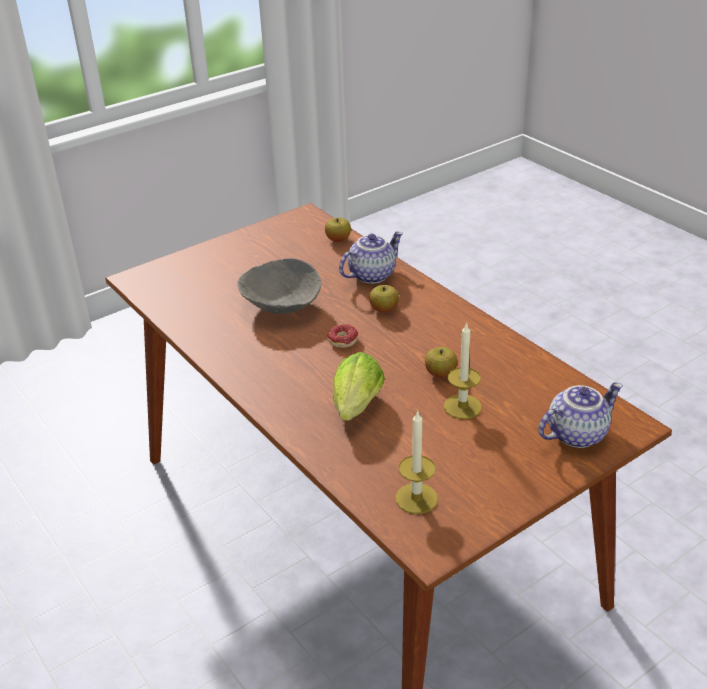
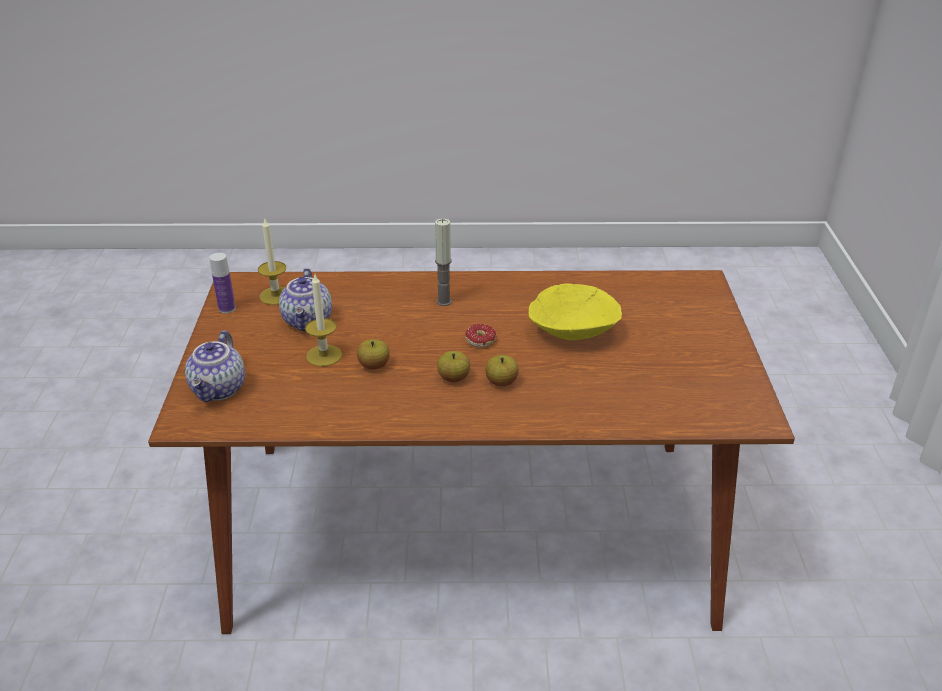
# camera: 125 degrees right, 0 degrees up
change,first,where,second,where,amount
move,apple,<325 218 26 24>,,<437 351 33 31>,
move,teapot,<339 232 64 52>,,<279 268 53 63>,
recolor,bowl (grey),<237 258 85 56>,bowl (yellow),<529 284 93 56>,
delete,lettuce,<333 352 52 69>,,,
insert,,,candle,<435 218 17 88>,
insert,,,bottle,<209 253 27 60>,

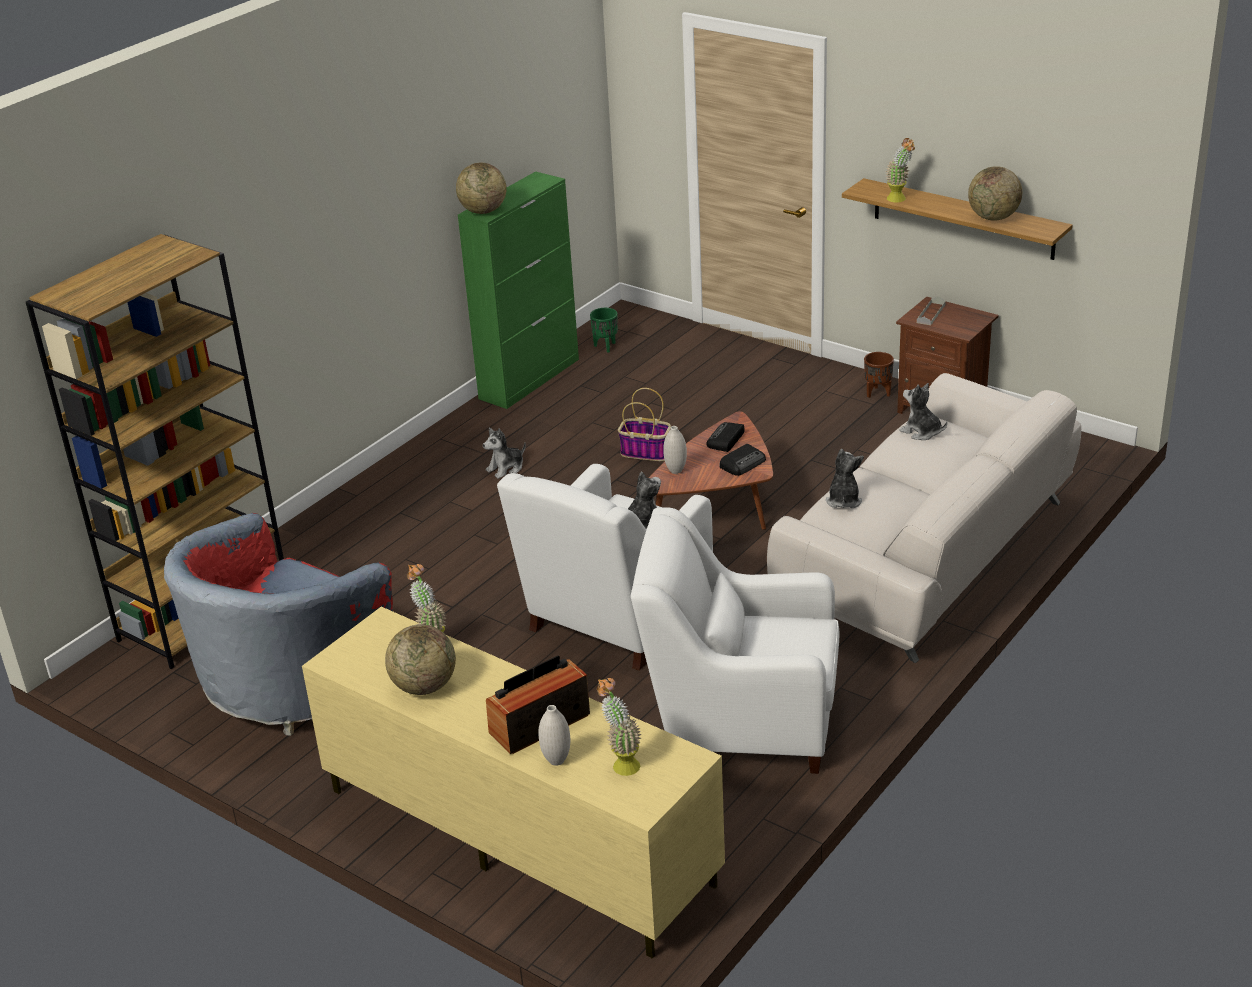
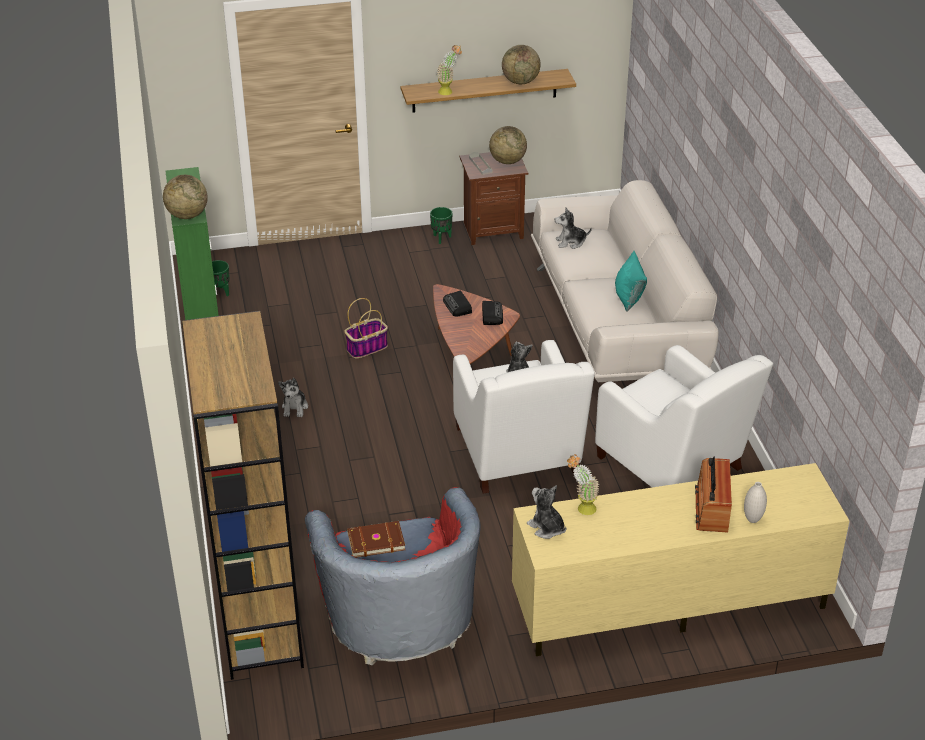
# camera: 50 degrees left, 5 degrees up
change,first,where,second,where,amount
recolor,planter (brown),<864 352 30 46>,planter (green),<430 207 23 37>,
delete,vase (white),<663 426 24 48>,,,
move,plush toy,<826 449 38 59>,,<527 485 39 54>,
rotate,armchair (white),<631 507 208 267>,,<595 345 178 142>,90 degrees counterclockwise
move,globe,<385 624 71 71>,,<489 126 38 38>,
delete,potted plant,<597 678 45 98>,,,
insert,,,pillow (turquoise),<615 251 32 61>,
insert,,,book (brown),<347 521 58 37>,

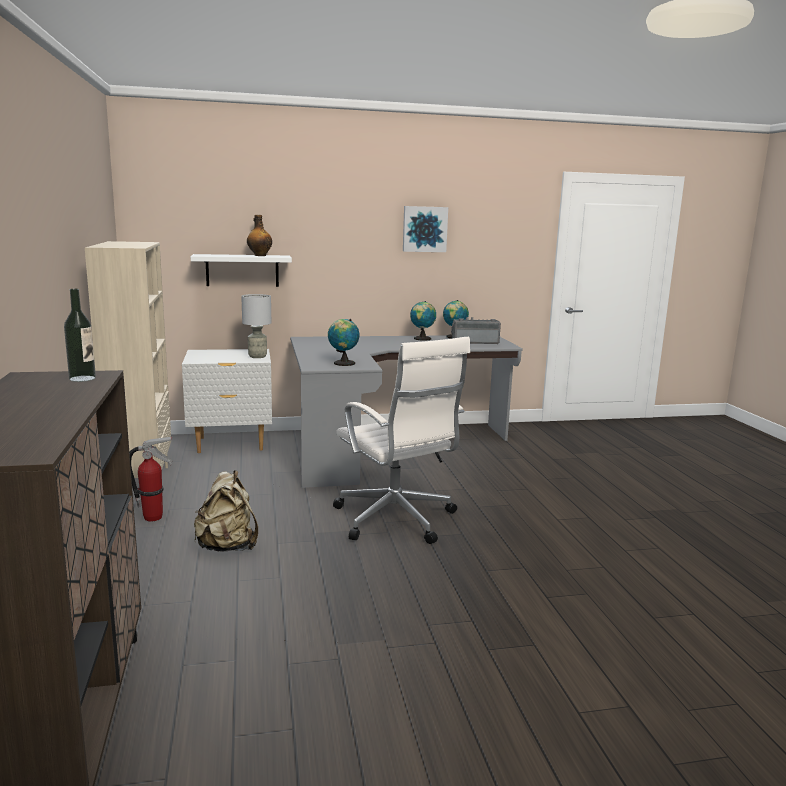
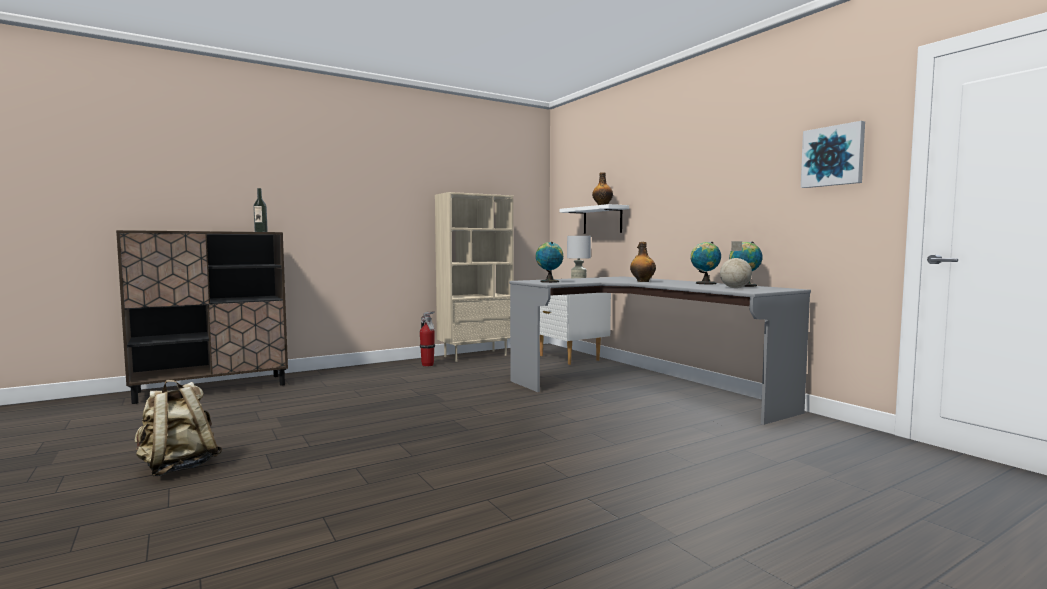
# camera: 70 degrees right, 10 degrees down
change,first,where,second,where,amount
move,picture,<403 206 45 46>,,<801 121 64 67>,
replace,radio,<451 317 50 27>,globe,<720 241 32 47>,
delete,office chair (white),<333 337 137 207>,,,
move,backpack (beige),<194 470 64 81>,,<135 380 87 97>,
insert,,,bottle,<630 242 26 40>,

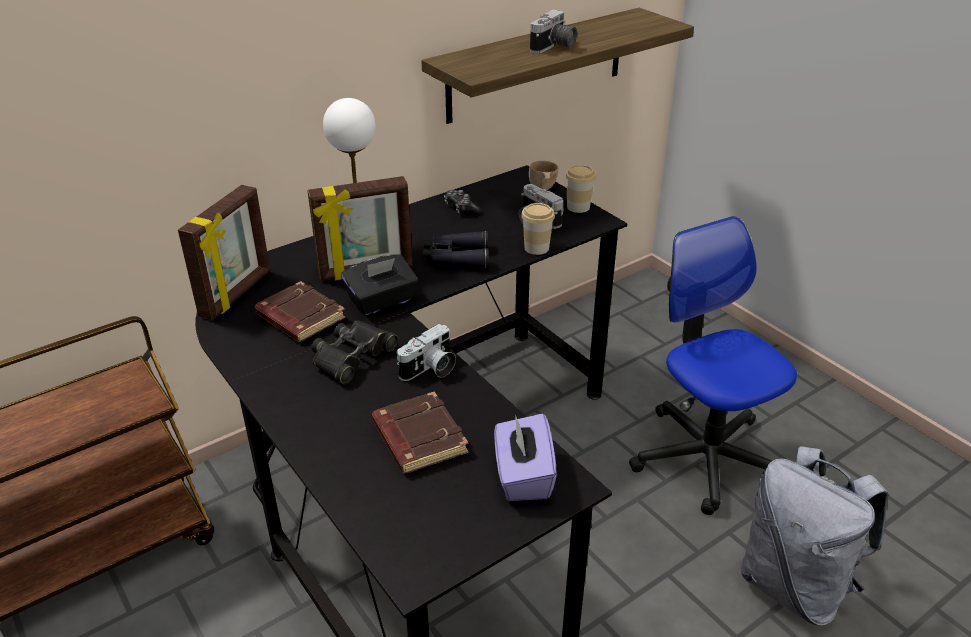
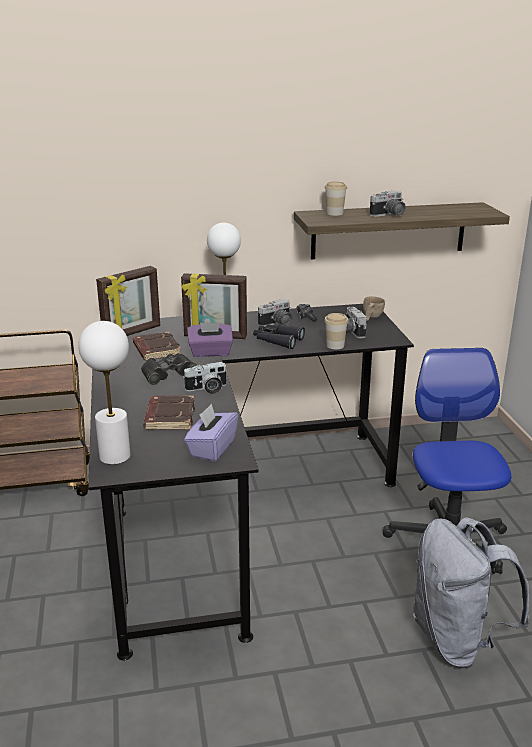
# camera: 25 degrees right, 10 degrees down
change,first,where,second,where,amount
move,cup,<565 165 31 48>,,<325 182 22 34>,
recolor,tissue box (black),<341 255 77 60>,tissue box (purple),<187 323 46 34>,
insert,,,photo camera,<258 299 35 27>,
insert,,,table lamp (white),<78 321 52 143>,

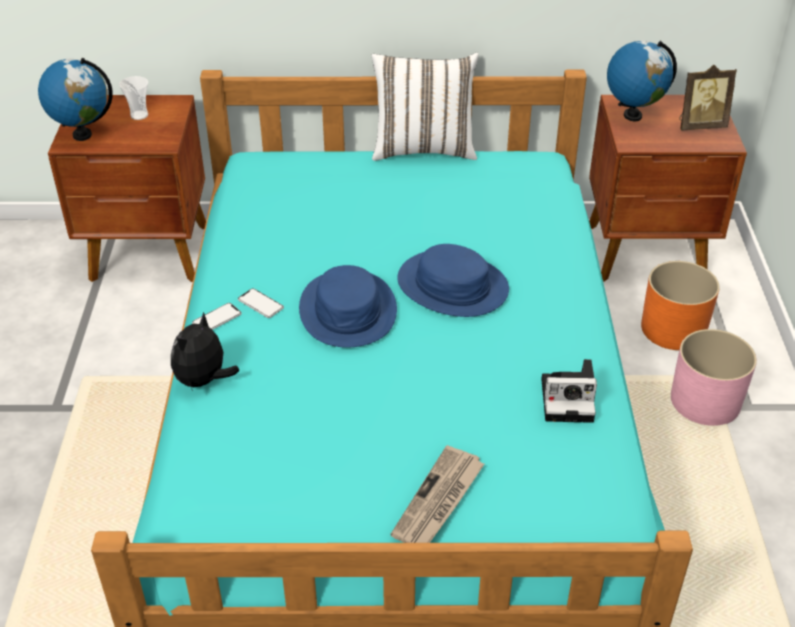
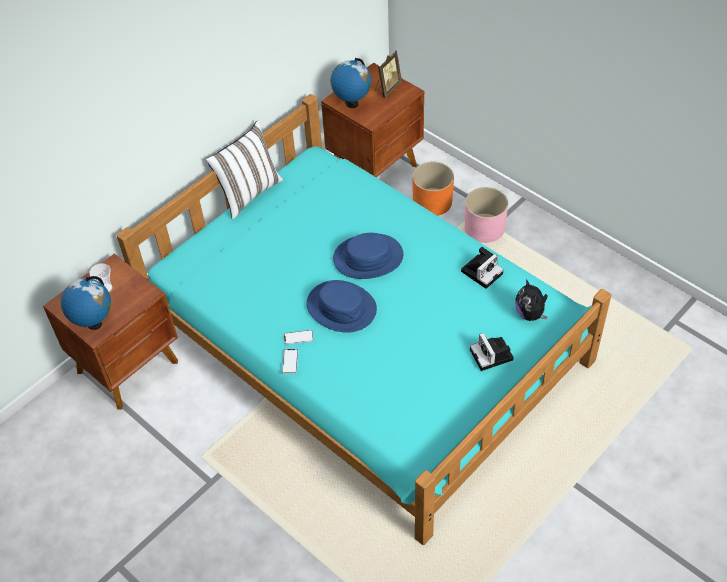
# camera: 45 degrees left, 10 degrees up
change,first,where,second,where,amount
move,plush toy,<171 312 68 79>,,<515 279 33 42>,
replace,newspaper,<391 445 93 98>,photo camera,<470 333 44 38>,

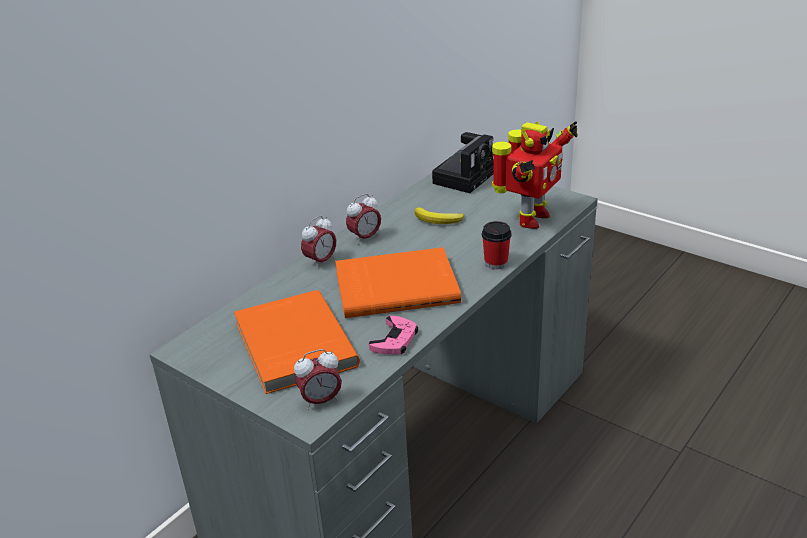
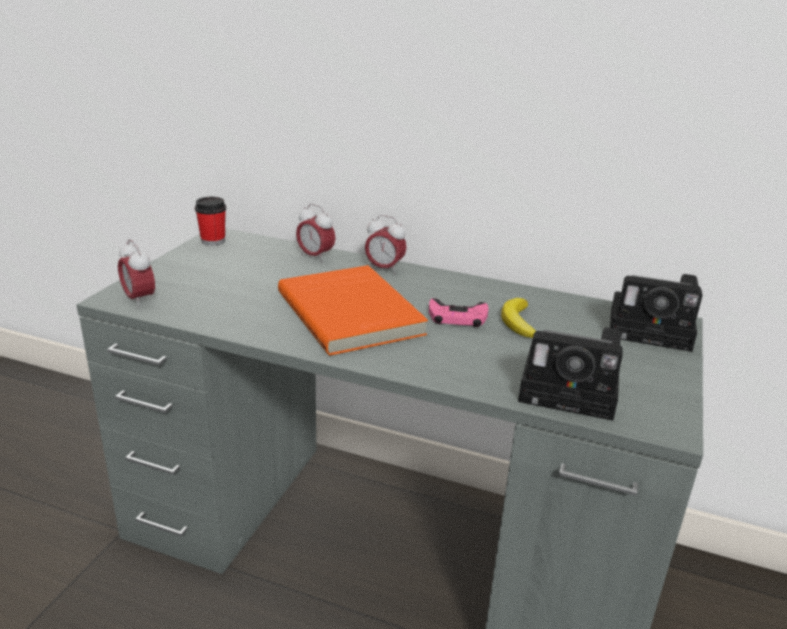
# camera: 70 degrees right, 5 degrees down
change,first,where,second,where,amount
replace,toy robot,<492 121 85 108>,photo camera,<518 327 105 94>,
move,alarm clock,<346 194 35 51>,,<296 204 40 59>,
move,cup,<482 221 30 48>,,<195 197 31 49>,
delete,book (orange),<234 290 126 104>,,,
move,game controller (pink),<369 316 49 39>,,<429 298 59 29>,

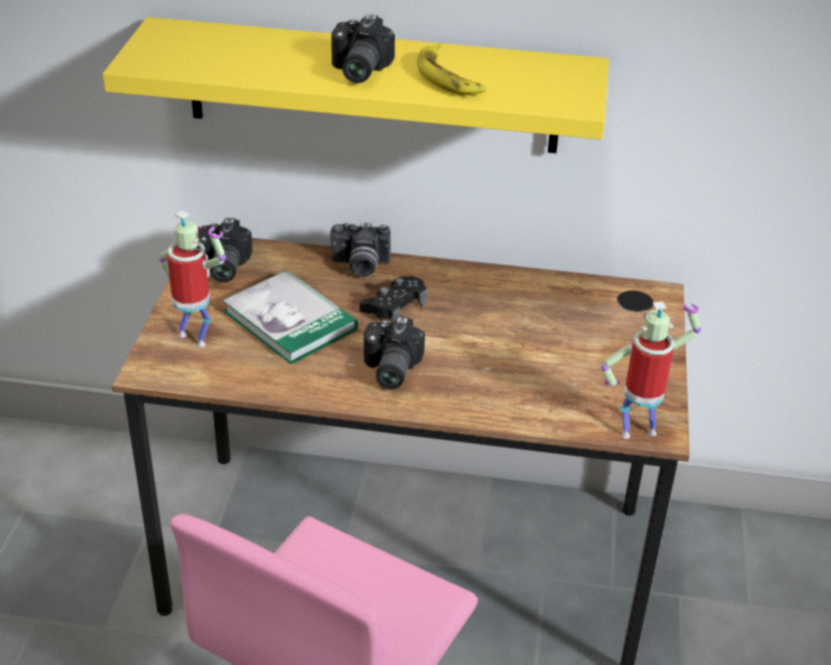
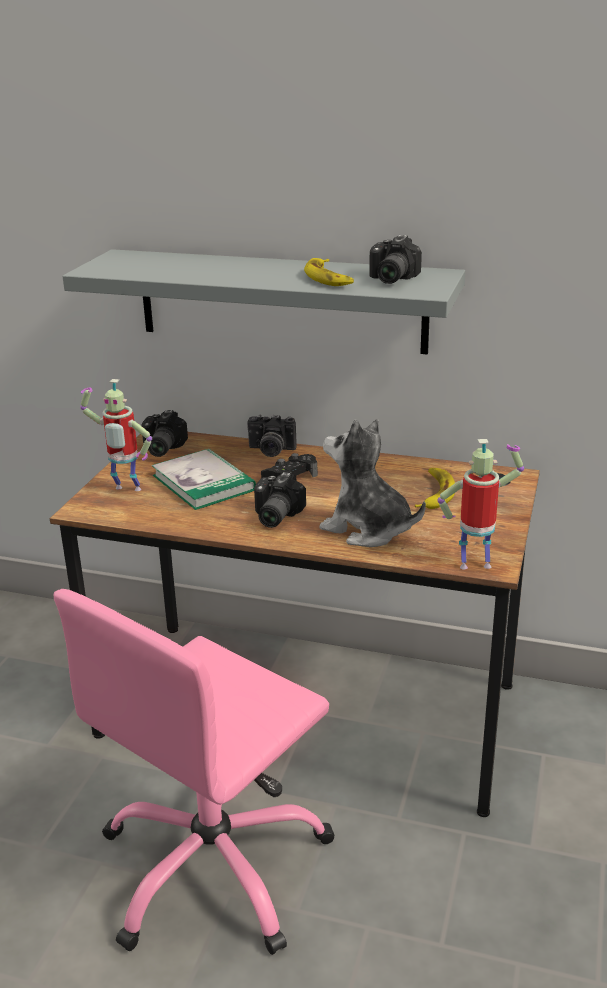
# camera: 10 degrees right, 10 degrees down
change,first,where,second,where,amount
move,photo camera,<331 14 64 69>,,<369 235 53 49>,
recolor,shelf (yellow),<103 17 506 136>,shelf (grey),<62 249 403 106>,
rotate,toy robot,<159 211 67 136>,,<80 379 72 112>,150 degrees clockwise
insert,,,plush toy,<319 419 107 128>,
insert,,,banana,<415 468 40 41>,

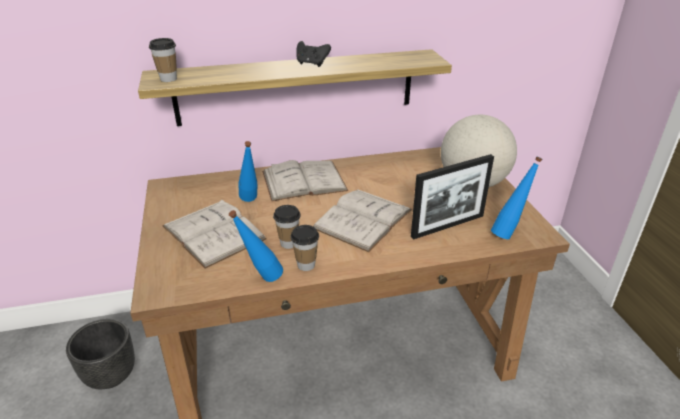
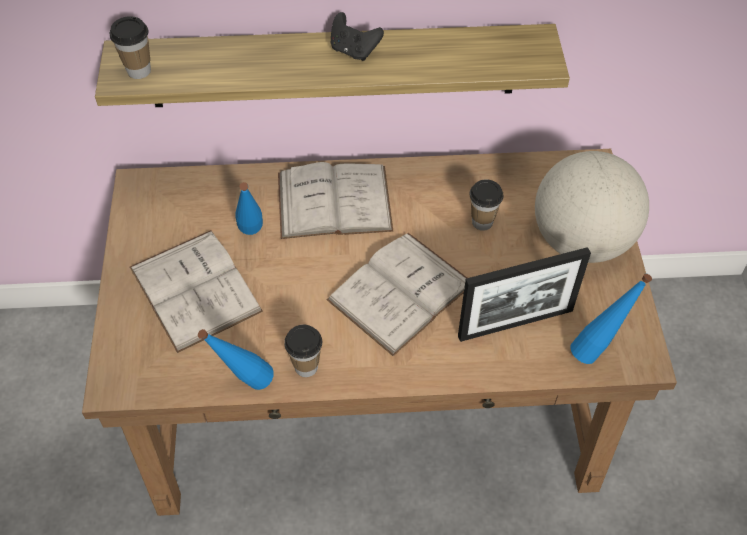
# camera: 10 degrees right, 20 degrees up
change,first,where,second,where,amount
move,cup,<273 205 28 44>,,<469 179 35 52>,
delete,planter (black),<66 319 69 70>,,,

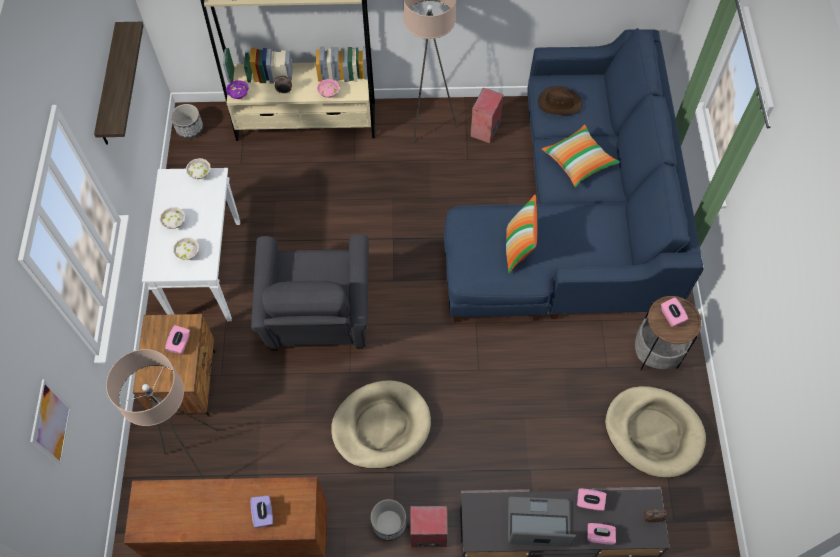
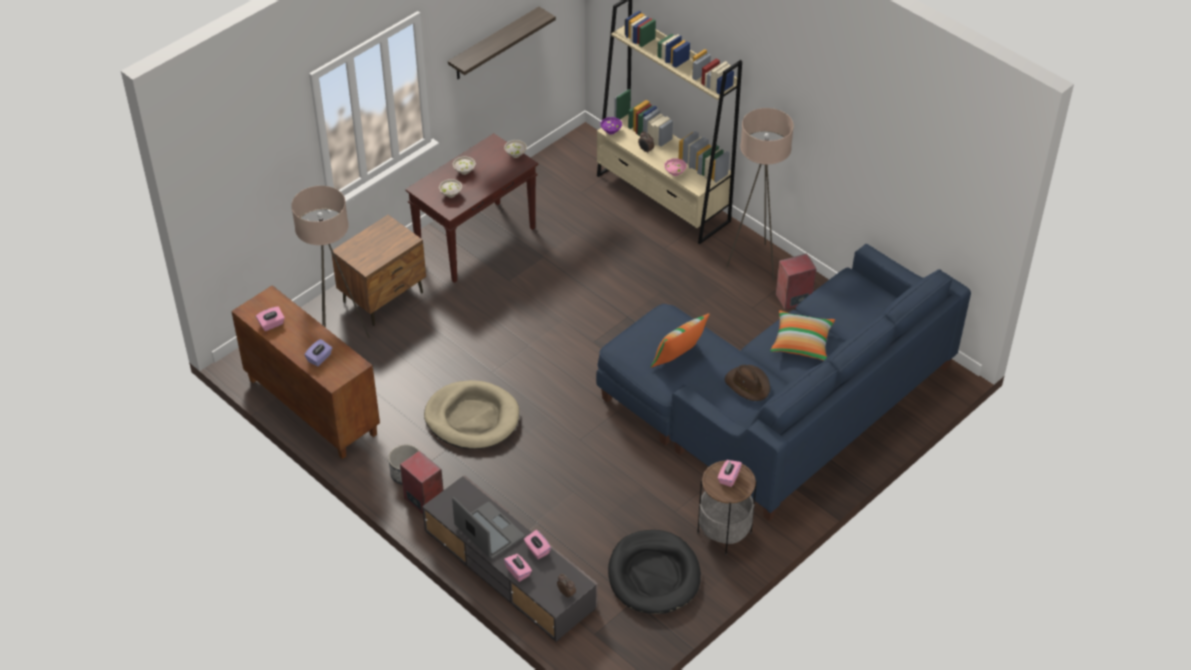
# camera: 45 degrees right, 15 degrees down
change,first,where,second,where,amount
move,hat (brown),<538 86 45 29>,,<725 365 45 36>,
delete,planter,<171 104 32 35>,,,
recolor,console table (white),<142 168 98 153>,console table (brown),<405 133 133 150>,
delete,armchair (grey),<251 234 118 117>,,,
move,tissue box (pink),<165 325 25 29>,,<256 307 29 24>,
delete,picture,<30 379 41 87>,,,
recolor,dog bed (beige),<605 386 101 92>,dog bed (black),<608 530 93 84>,

